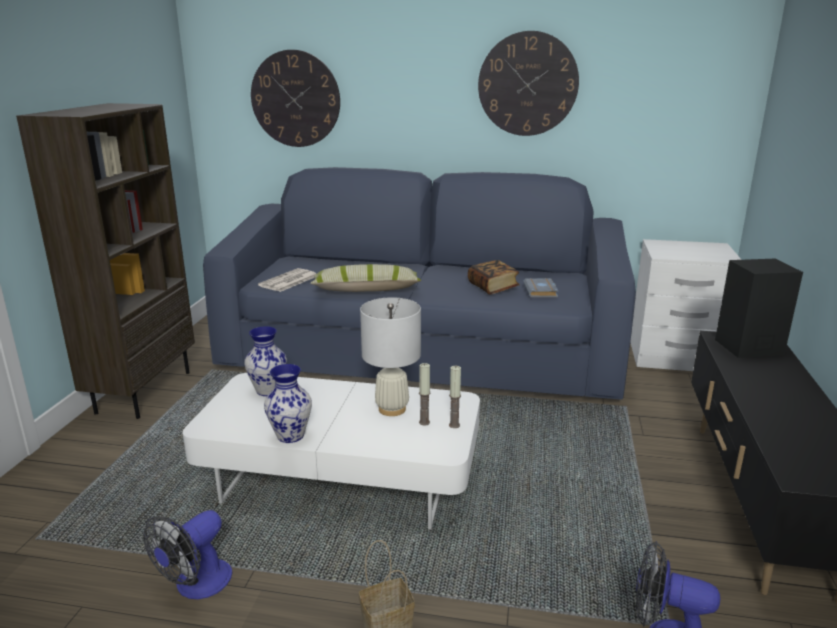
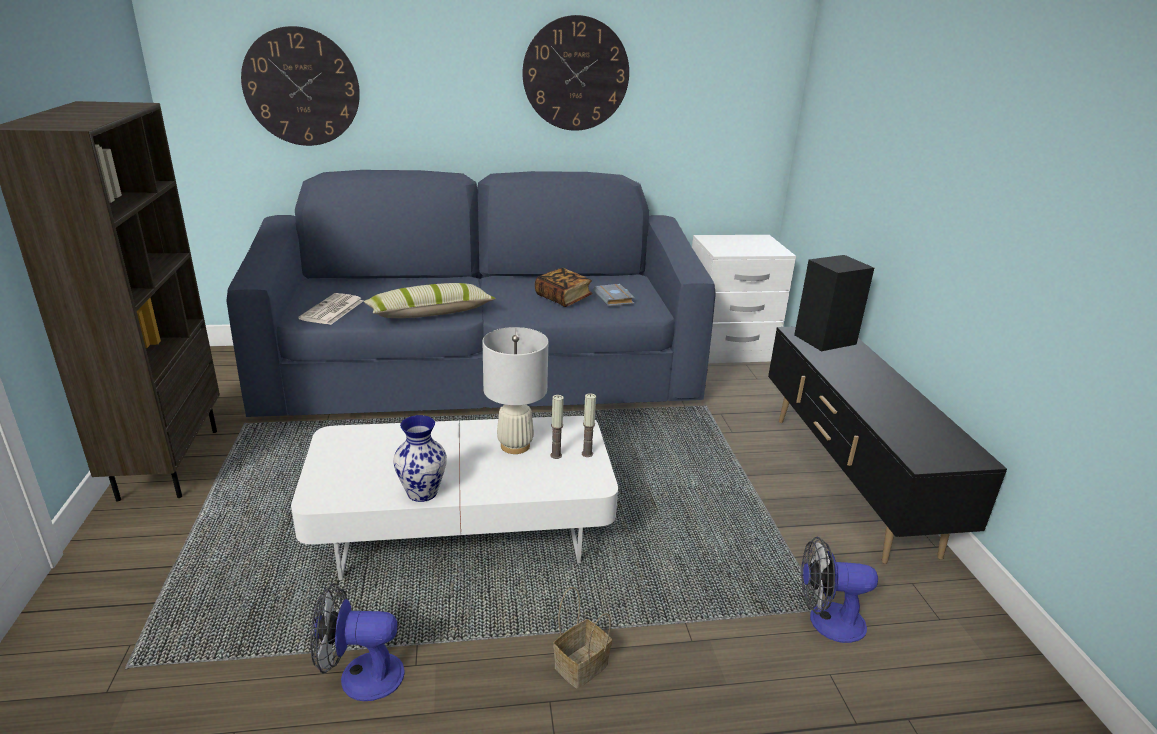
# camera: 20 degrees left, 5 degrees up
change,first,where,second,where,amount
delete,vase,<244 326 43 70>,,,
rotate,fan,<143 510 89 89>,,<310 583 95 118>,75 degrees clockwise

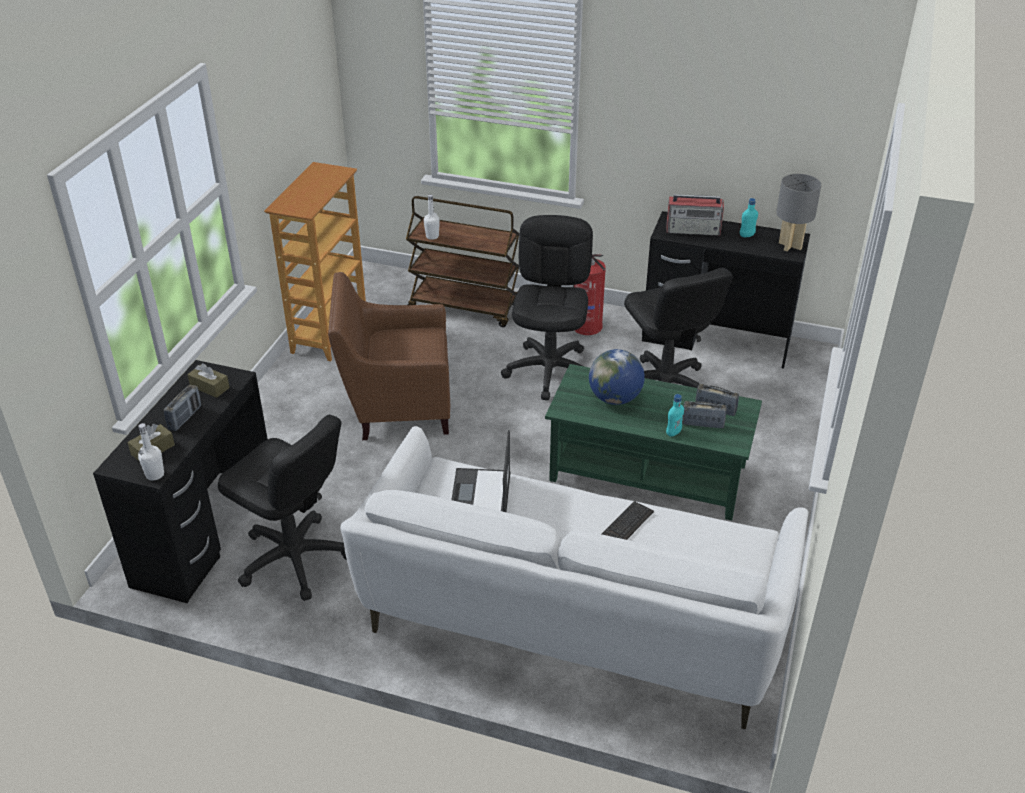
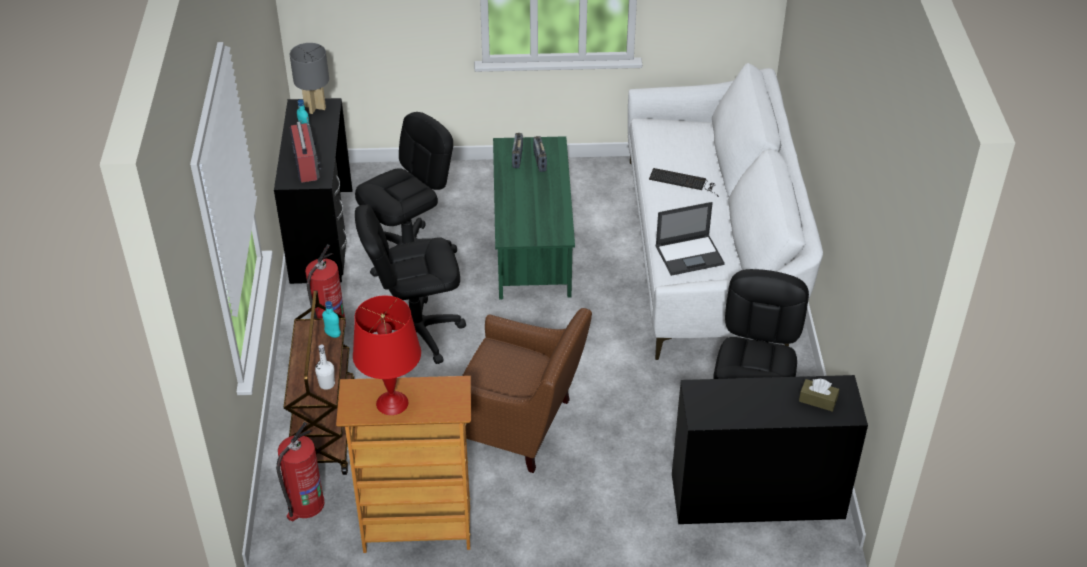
# camera: 110 degrees left, 5 degrees up
change,first,where,second,where,amount
rotate,armchair (brown),<328 272 122 168>,,<462 308 130 165>,45 degrees counterclockwise
delete,globe,<589 349 56 56>,,,
delete,tissue box (brown),<187 363 43 35>,,,
delete,radio,<164 385 37 46>,,,
move,bottle (turquoise),<666 394 18 42>,,<322 301 19 37>,
delete,bottle (white),<138 423 26 58>,,,
insert,,,table lamp (red),<353 296 68 119>,
insert,,,fire extinguisher,<276 422 49 99>,

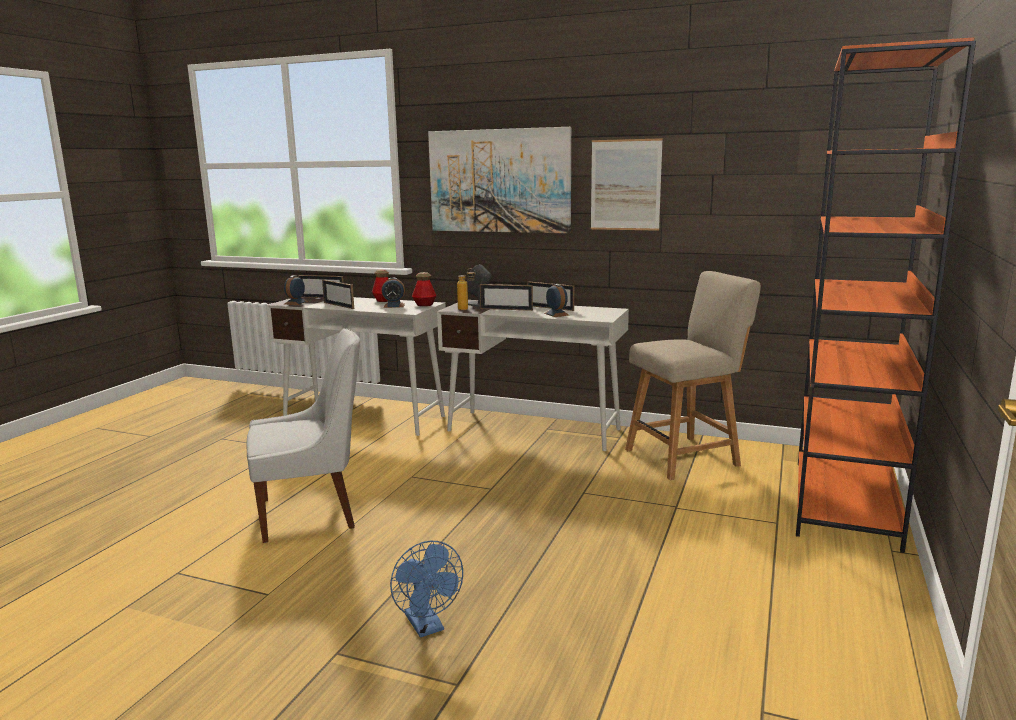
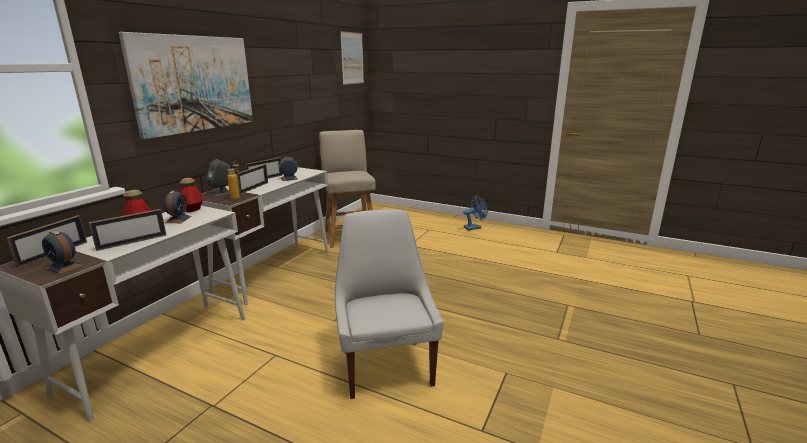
# camera: 85 degrees left, 5 degrees up
change,first,where,second,where,amount
delete,bookcase (orange),<796 38 180 515>,,,
move,picture,<591 138 72 93>,,<340 31 24 54>,
move,fan (blue),<390 541 73 97>,,<463 195 25 35>,

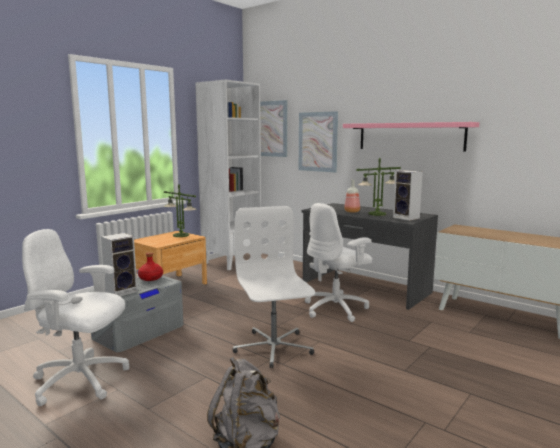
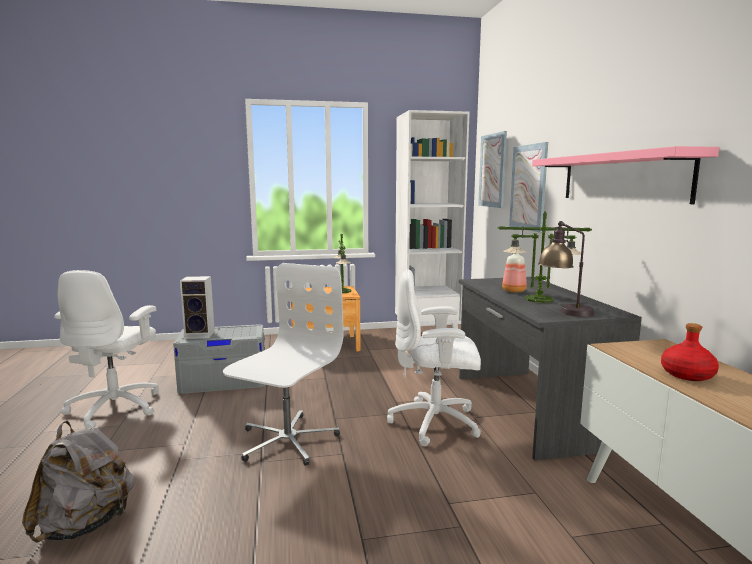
# camera: 40 degrees right, 0 degrees up
change,first,where,second,where,amount
replace,speaker,<393 170 30 51>,table lamp,<538 221 57 96>,
rotate,office chair (white),<22 229 107 177>,,<54 270 105 160>,135 degrees counterclockwise
move,bottle (red),<138 252 25 29>,,<661 323 58 58>,

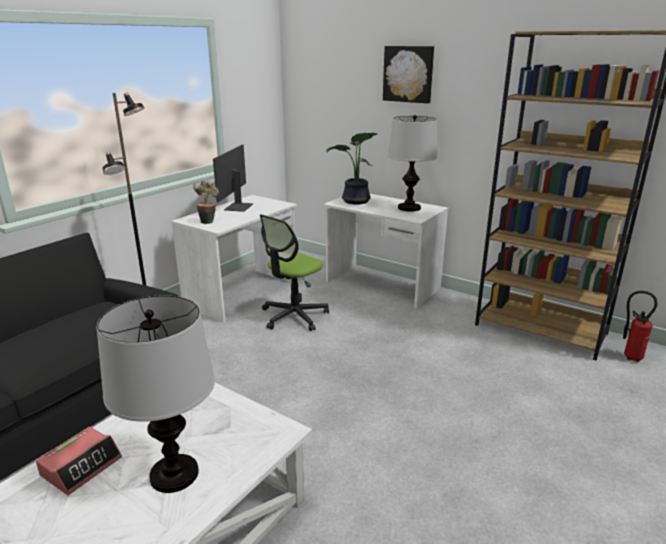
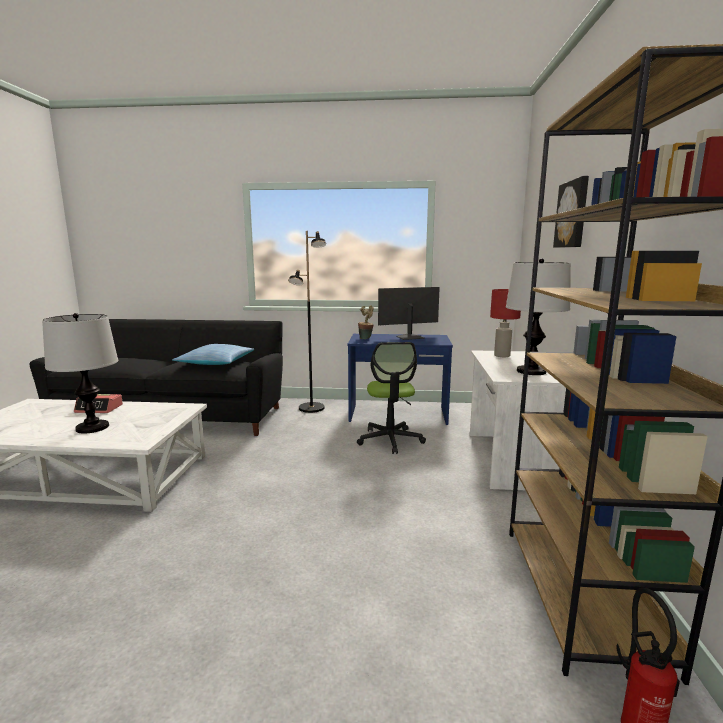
# camera: 60 degrees right, 10 degrees down
change,first,where,second,where,amount
replace,potted plant,<326 133 52 72>,table lamp (red),<490 289 31 68>,
recolor,desk (white),<171 195 126 128>,desk (blue),<347 334 106 91>,
rotate,office chair,<260 214 69 117>,,<357 342 69 112>,105 degrees counterclockwise
insert,,,pillow,<172 344 82 21>,

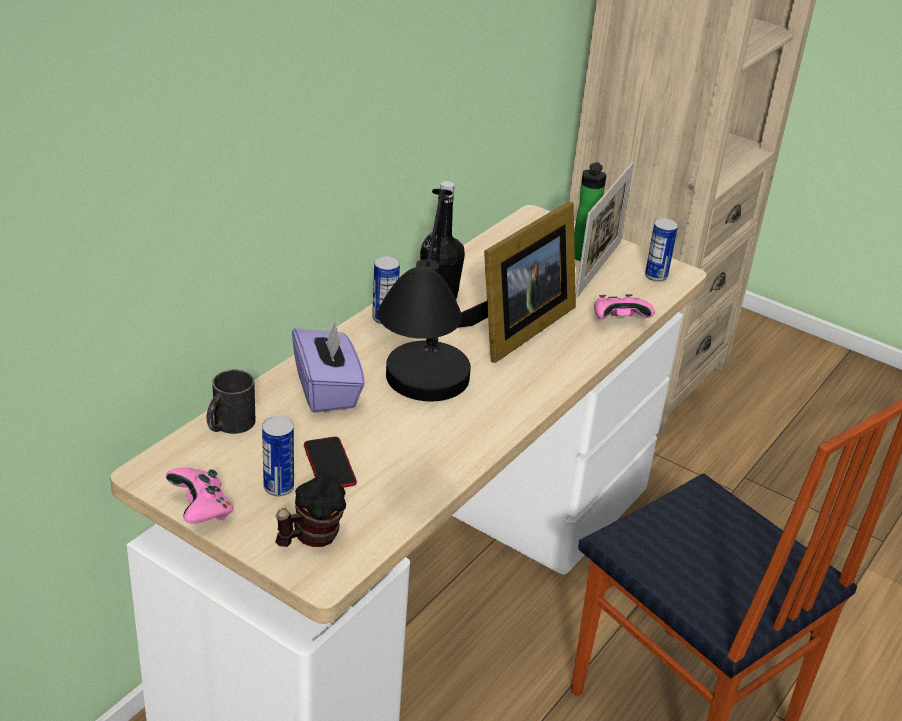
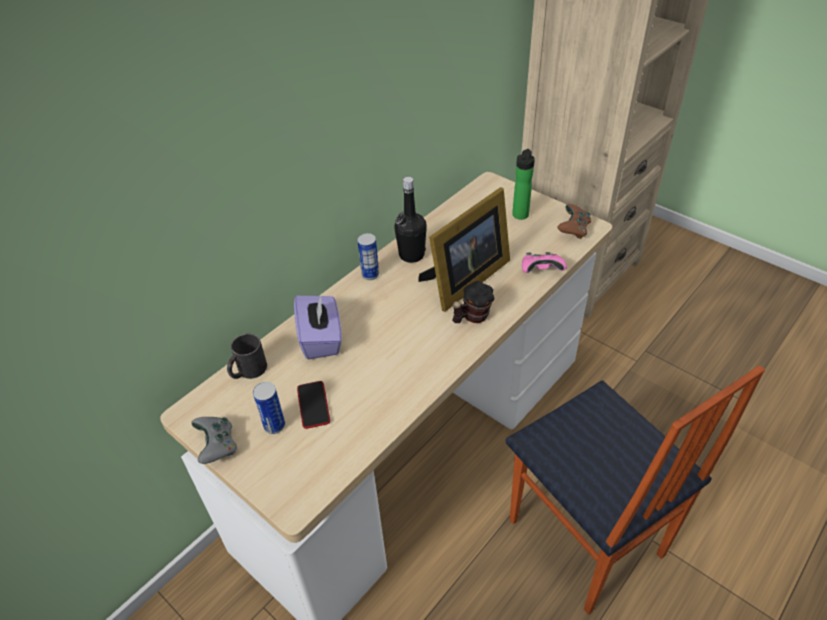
# camera: 10 degrees right, 10 degrees up
change,first,where,second,where,amount
delete,picture frame,<576 162 58 136>,,,
delete,table lamp (black),<378 189 93 212>,,,
replace,can,<645 218 33 64>,game controller (brown),<557 204 34 35>,
recolor,game controller (pink),<166 468 67 56>,game controller (grey),<191 417 46 47>,
move,mug,<275 476 71 71>,,<452 281 42 42>,

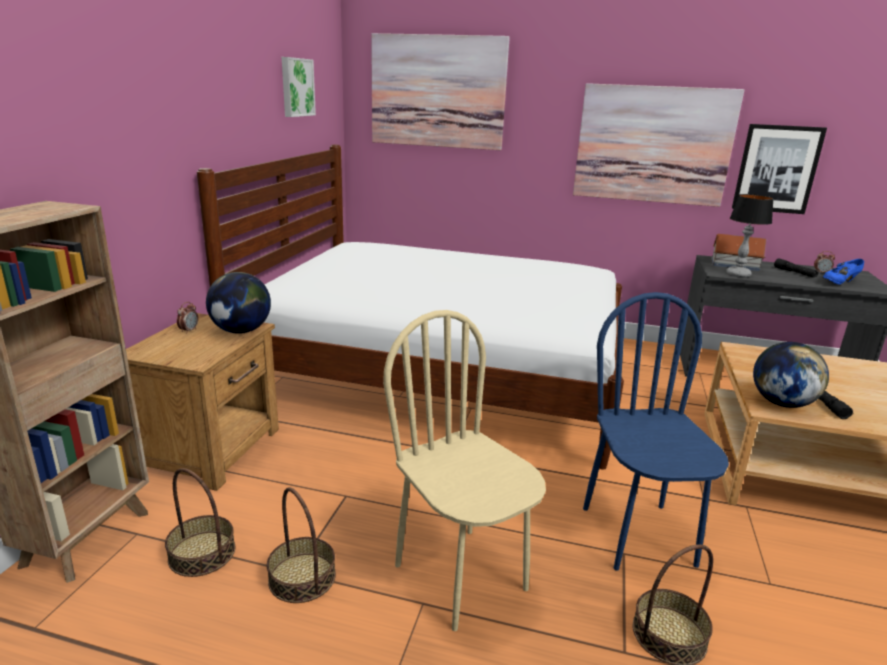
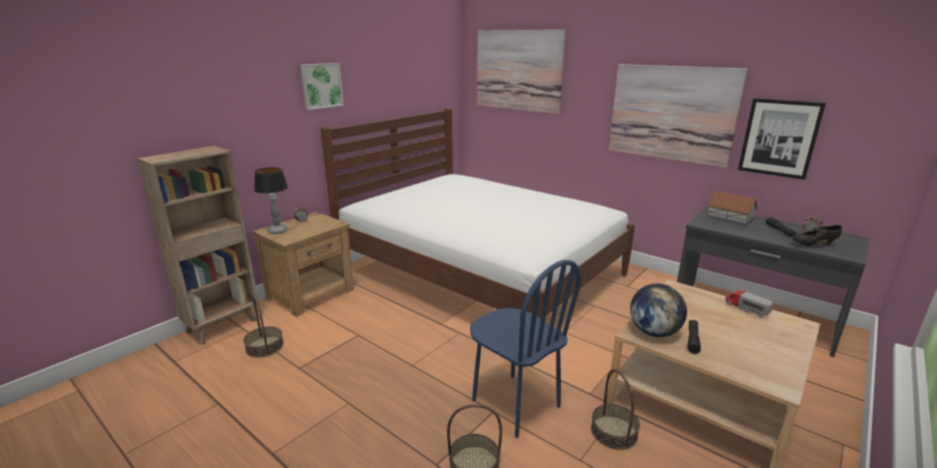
# camera: 25 degrees right, 0 degrees up
change,first,where,second,where,amount
move,picture,<282 57 34 60>,,<300 63 44 47>,
move,table lamp,<726 194 48 84>,,<254 167 34 67>,
recolor,shoe (blue),<823 259 41 26>,shoe (black),<792 225 50 21>,
delete,globe,<206 272 65 62>,,,
rotate,chair (blue),<583 292 146 279>,,<470 260 111 178>,120 degrees clockwise
delete,chair (beige),<383 310 163 321>,,,
move,basket,<267 487 69 116>,,<591 369 49 81>,
insert,,,toy truck,<725 290 49 28>,

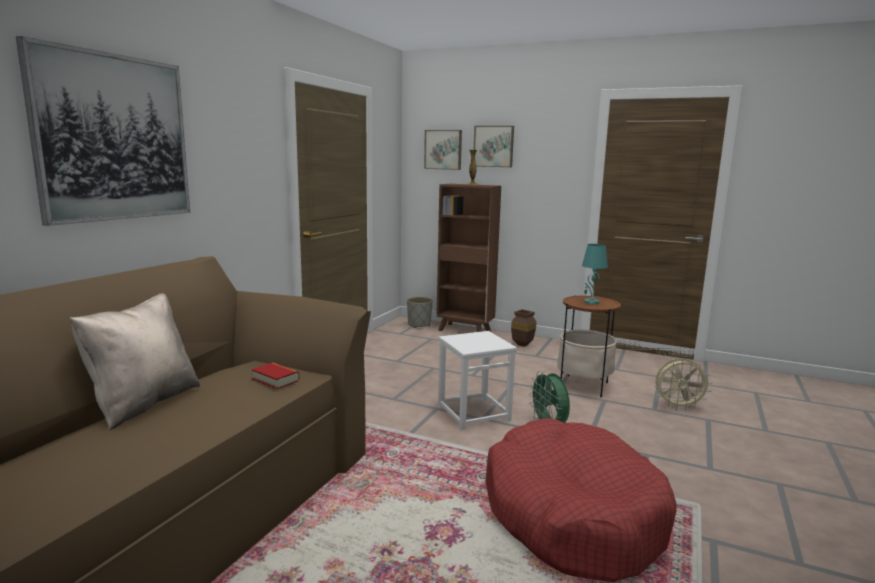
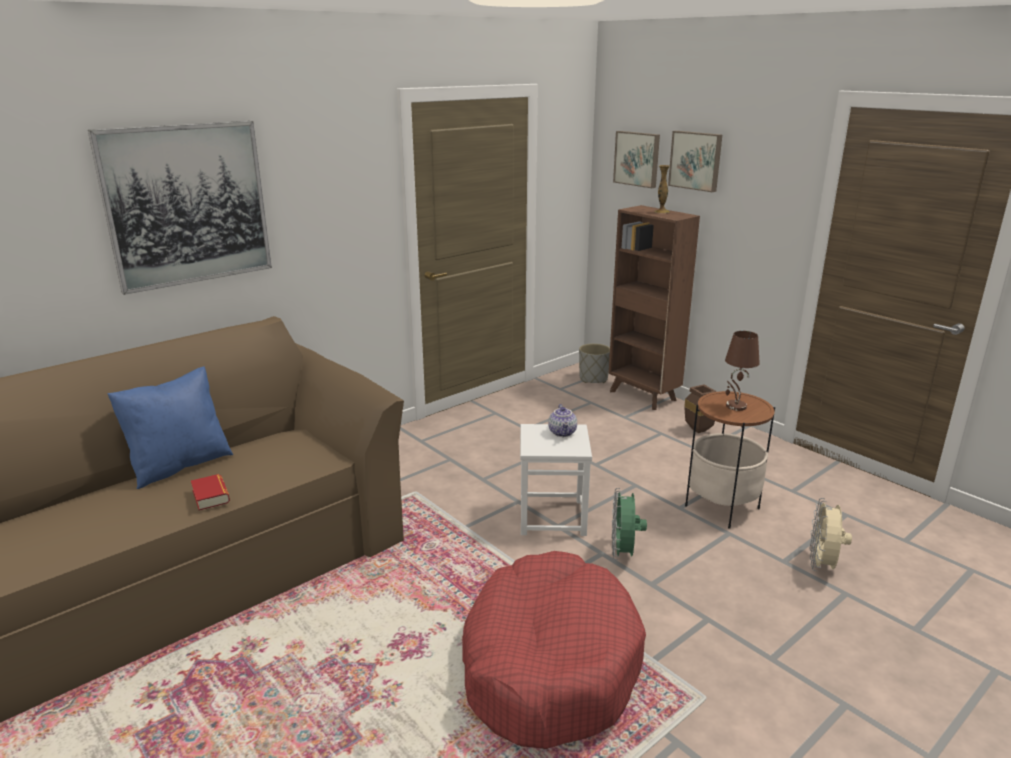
# camera: 25 degrees right, 10 degrees up
change,first,where,second,where,amount
recolor,table lamp (turquoise),<582 244 26 60>,table lamp (brown),<725 331 35 80>,
recolor,pillow (beige),<70 293 130 137>,pillow (blue),<108 367 126 122>,
rotate,fan (beige),<655 358 58 53>,,<809 498 43 73>,75 degrees clockwise
move,book,<252 362 47 27>,,<191 474 39 36>,
insert,,,teapot,<548 404 29 33>,

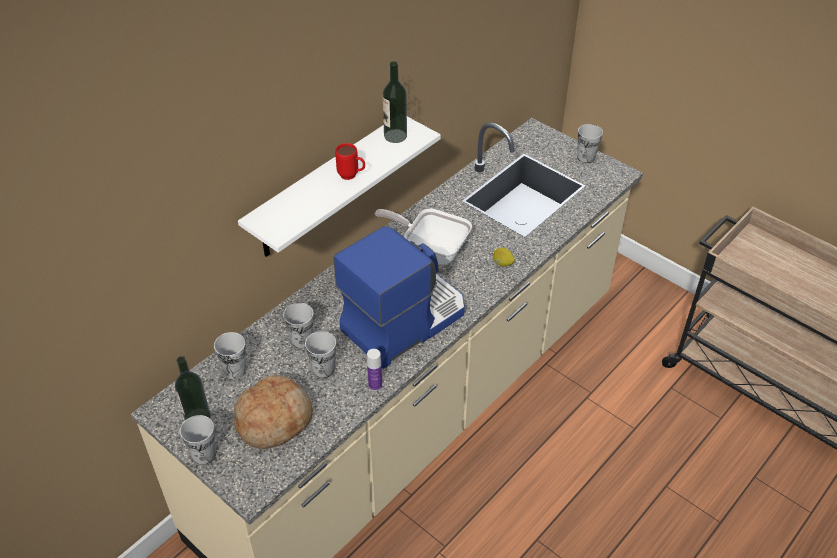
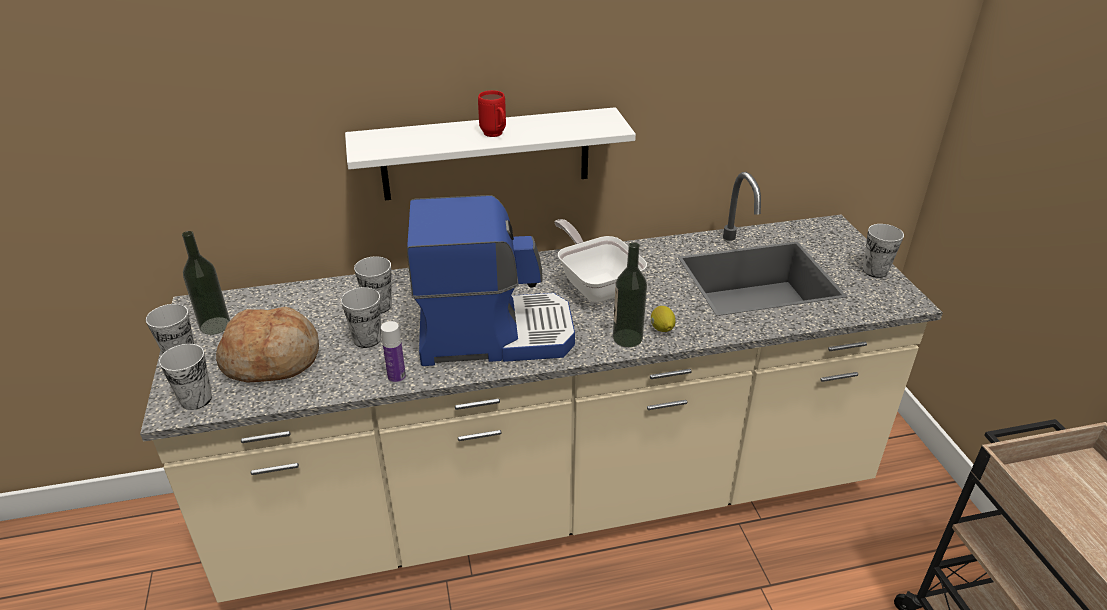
# camera: 35 degrees right, 10 degrees down
change,first,where,second,where,amount
move,bottle,<383 61 24 82>,,<613 242 34 105>,
move,cup,<214 332 33 47>,,<159 344 53 66>,

